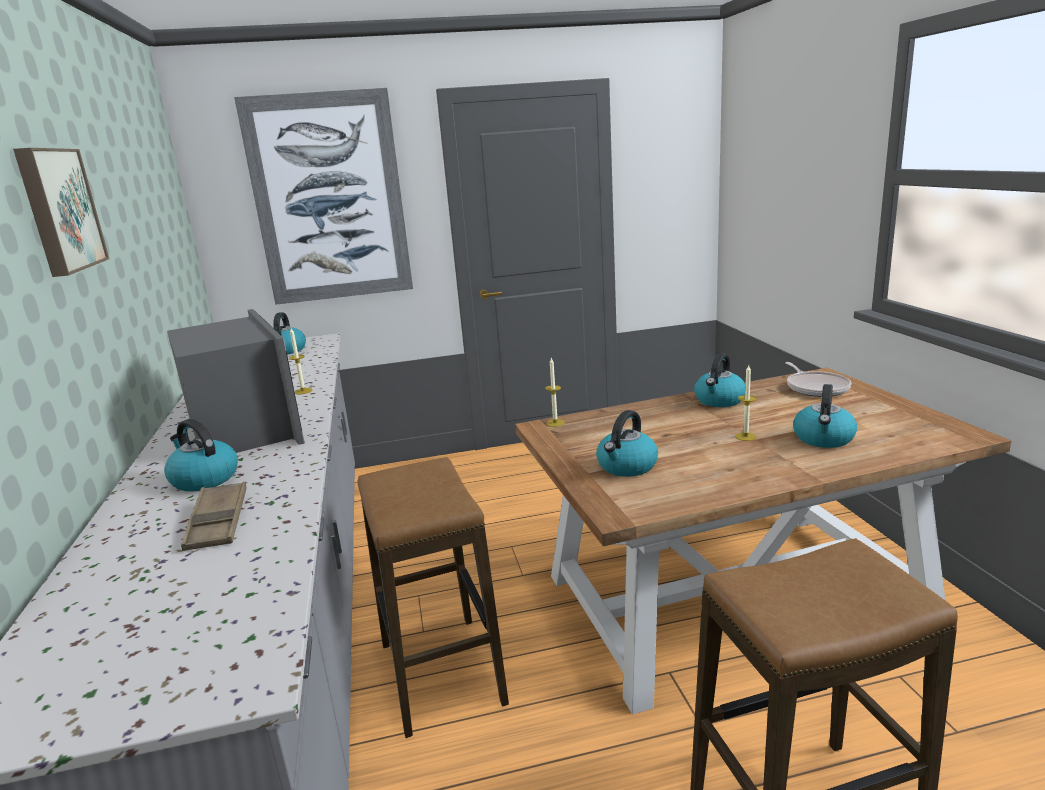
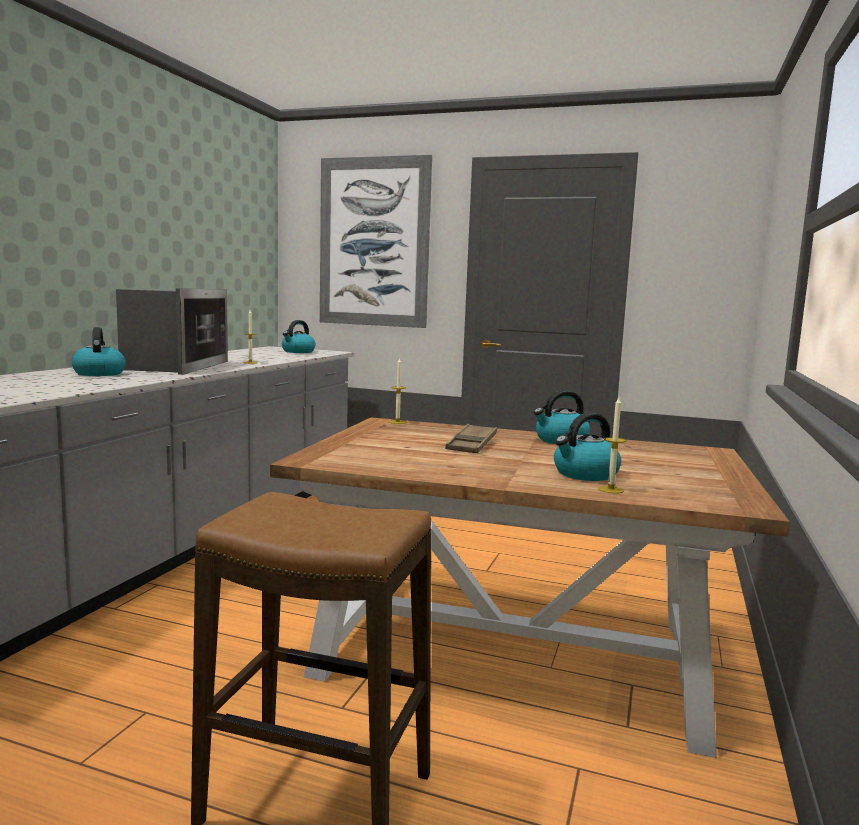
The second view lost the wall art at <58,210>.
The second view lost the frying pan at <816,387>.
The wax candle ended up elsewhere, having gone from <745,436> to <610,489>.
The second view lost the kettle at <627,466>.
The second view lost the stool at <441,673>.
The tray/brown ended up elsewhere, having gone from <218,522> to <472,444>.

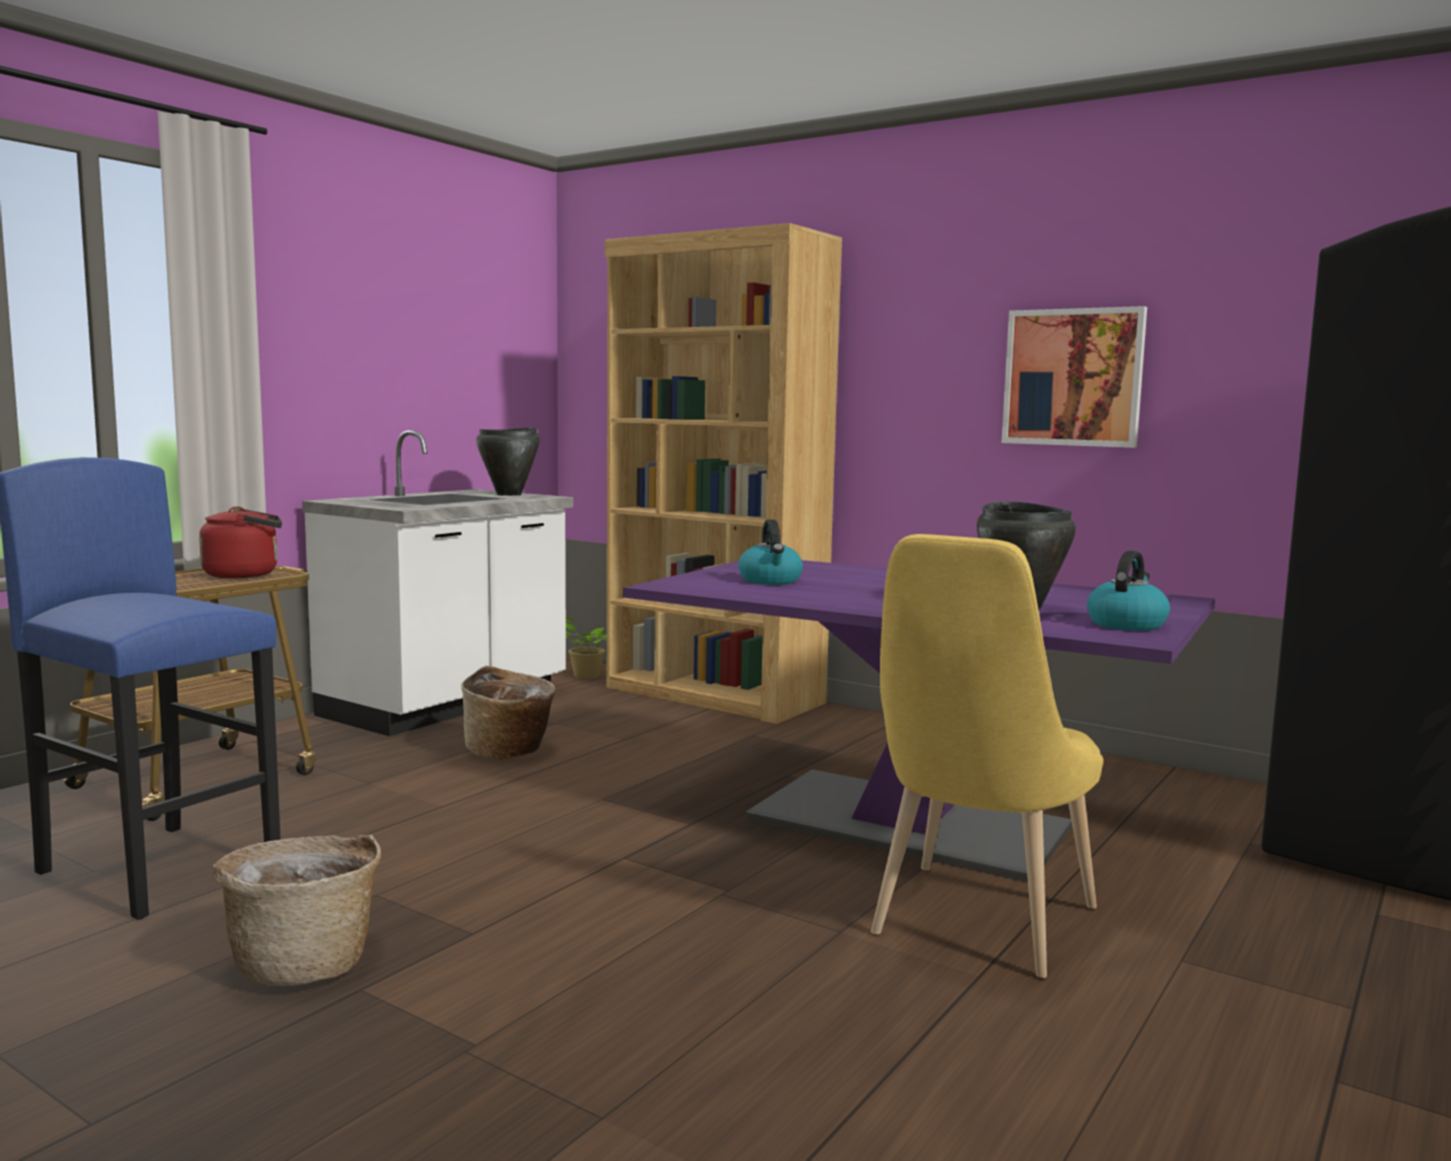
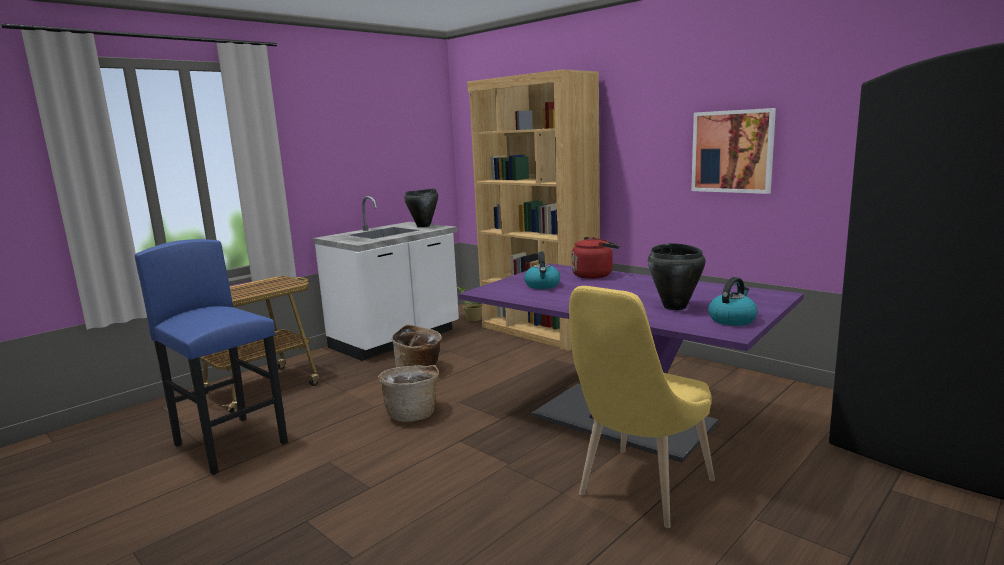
The kettle/red-coloured ended up elsewhere, having gone from <246,575> to <594,275>.
The household basket ended up elsewhere, having gone from <304,963> to <412,414>.

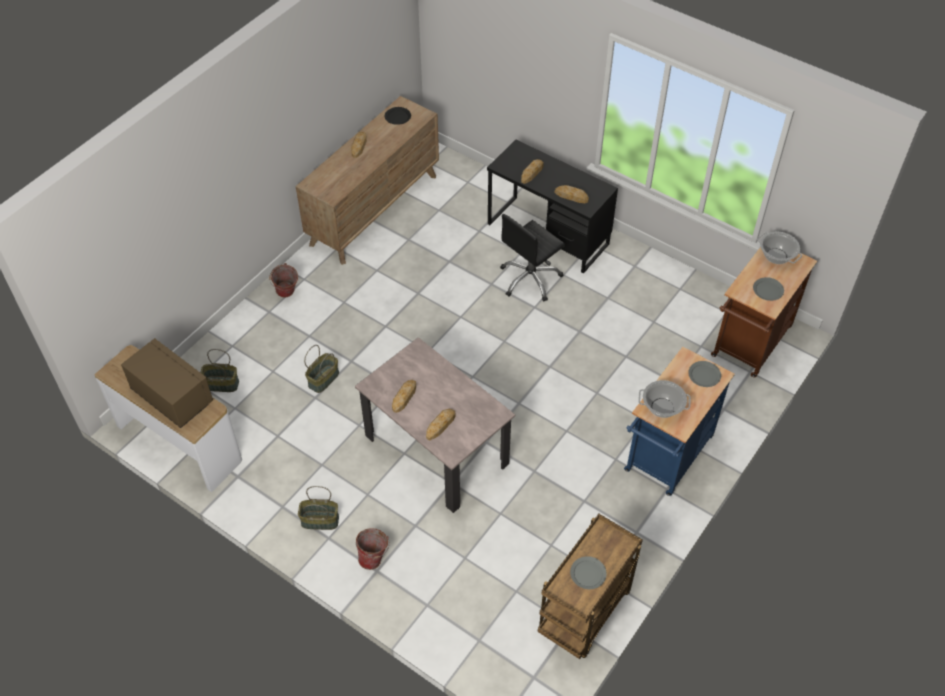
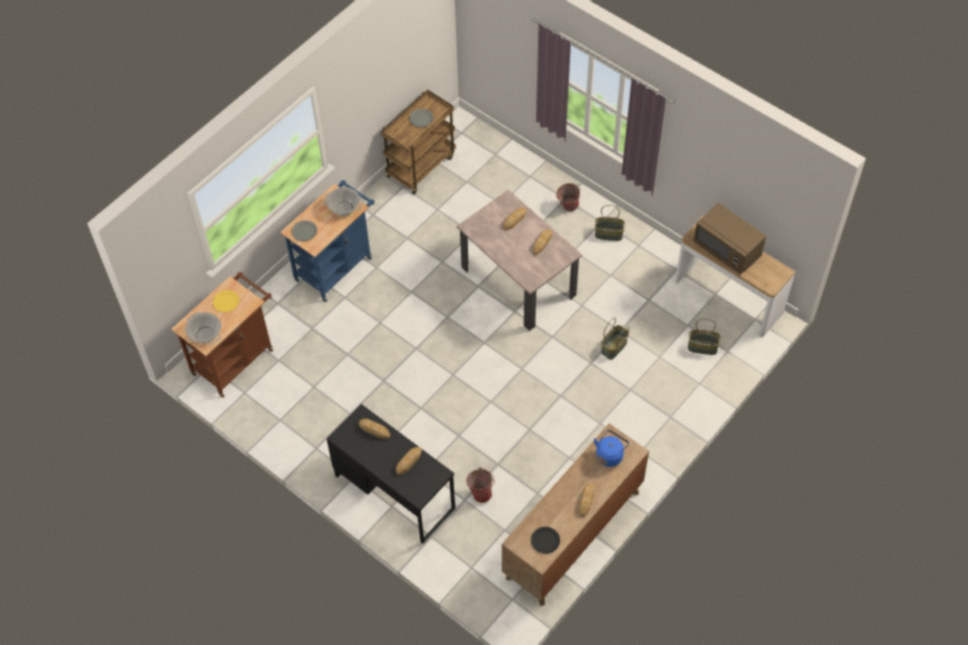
The second view lost the desk chair/blackish at <530,279>.
The water bucket ended up elsewhere, having gone from <286,294> to <481,492>.
What was the dinner plate/greyish at <768,290> turned into the dinner plate/yellowish at <226,302>.
The second view gained the kettle/blue-coloured at <610,455>.

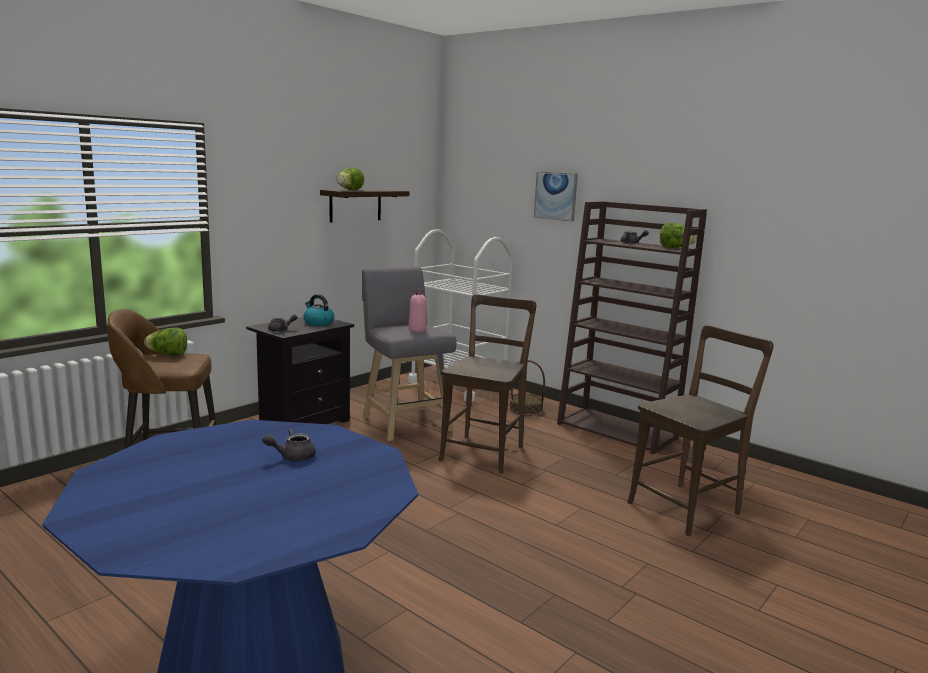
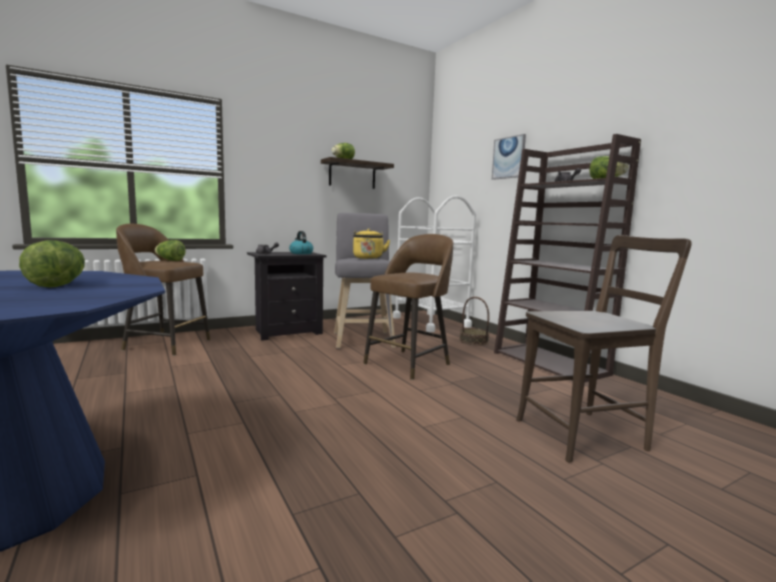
Where the bottle/pinkish stood at <417,330>, the kettle/yellowish came to stand at <368,258>.
Where the plain chair/brown stood at <484,451>, the stool/brown came to stand at <409,363>.
Where the tea pot/greyish stood at <292,456>, the lettuce came to stand at <59,284>.

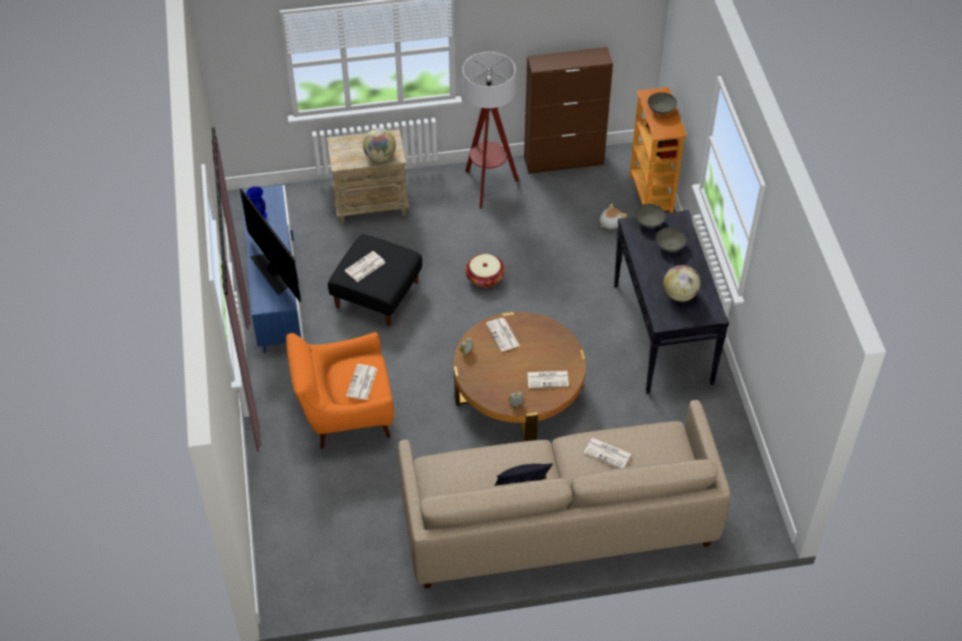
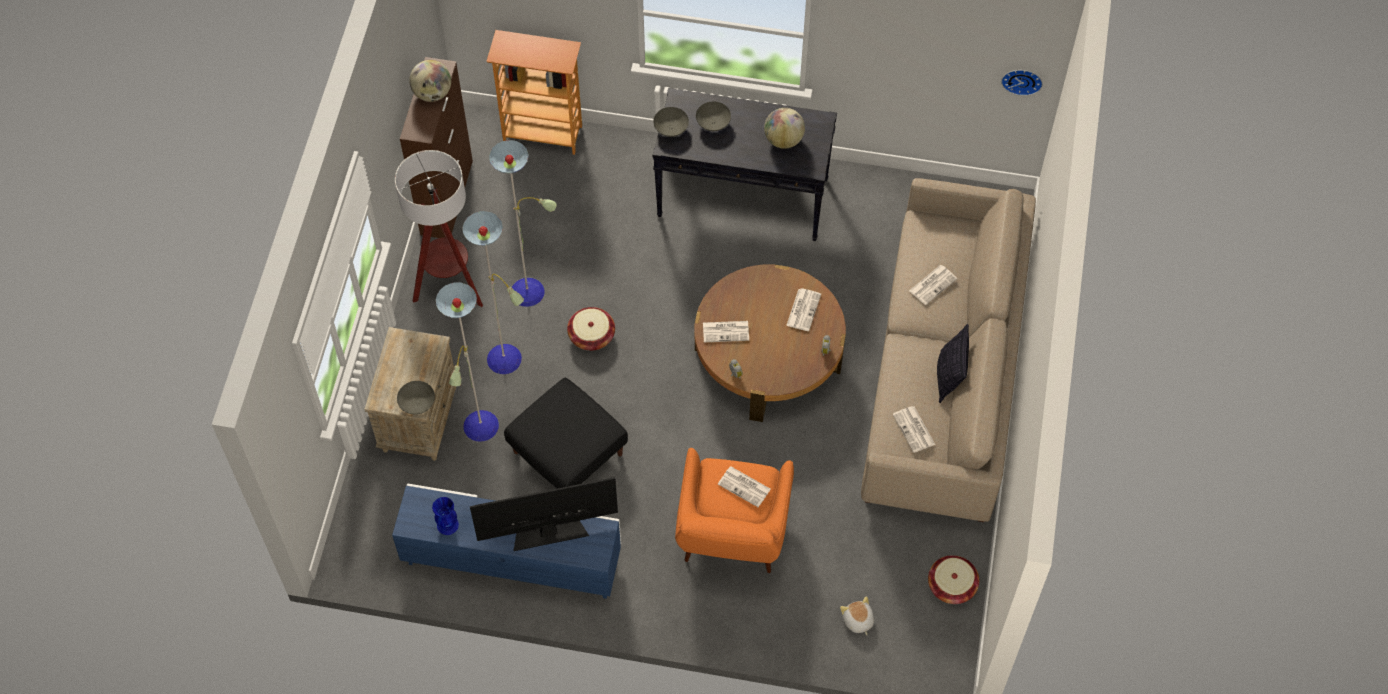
The deep dish/greyish ended up elsewhere, having gone from <660,110> to <417,404>.
The desk globe ended up elsewhere, having gone from <380,156> to <432,93>.
The cuddly toy ended up elsewhere, having gone from <610,223> to <857,620>.
The printed paper ended up elsewhere, having gone from <365,267> to <914,430>.
The second view gained the hanging clock at <1022,80>.
The second view gained the floor lamp at <506,359>.
The second view gained the household basket at <951,585>.

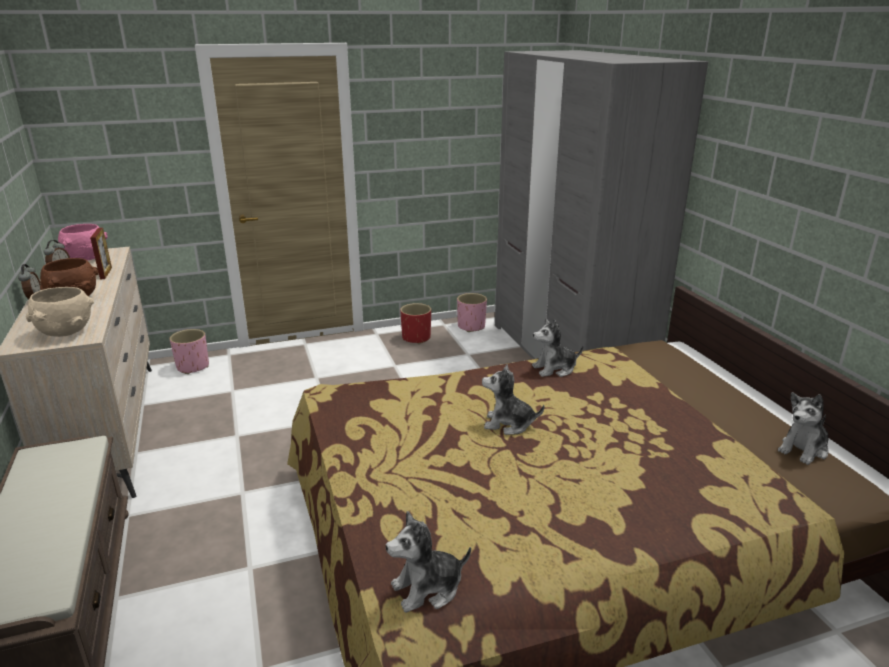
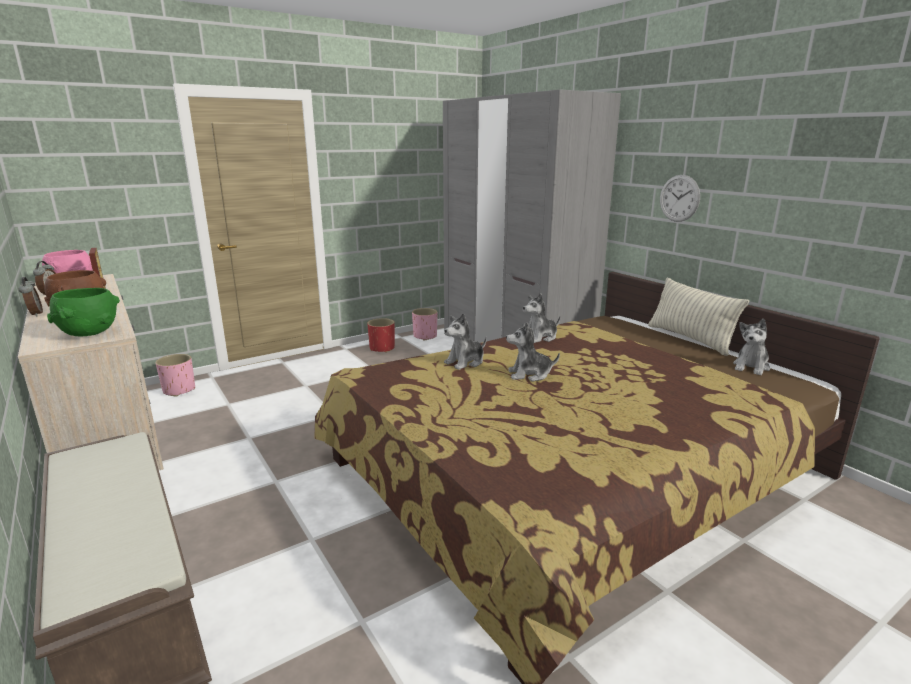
What was the deep dish/beige-coloured at <65,332> turned into the deep dish/green-coloured at <89,333>.
The cuddly toy ended up elsewhere, having gone from <427,588> to <465,362>.
The second view gained the hanging clock at <679,198>.
The second view gained the throw pillow at <690,339>.

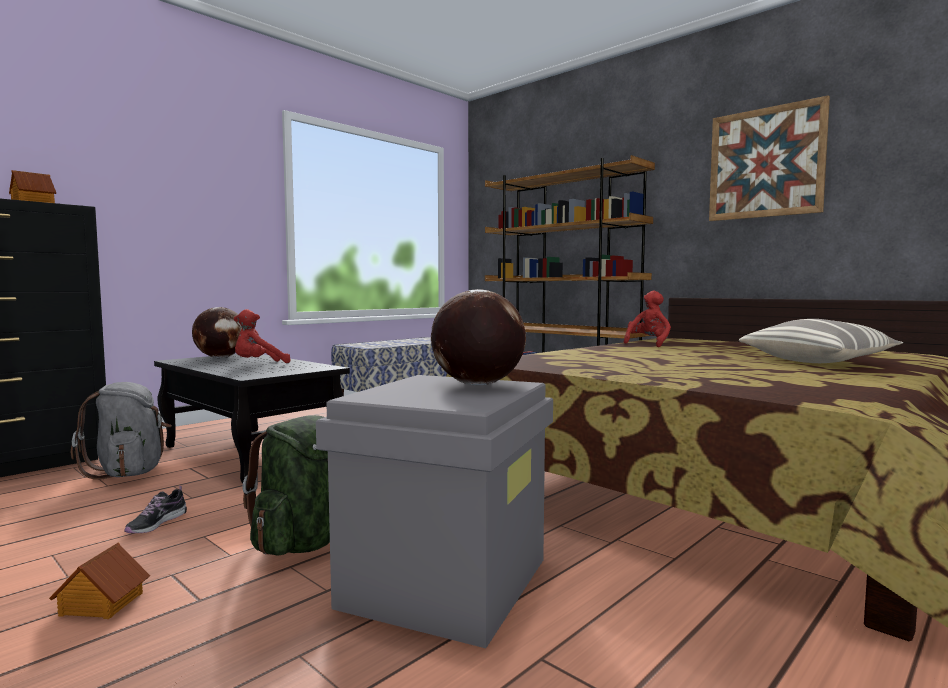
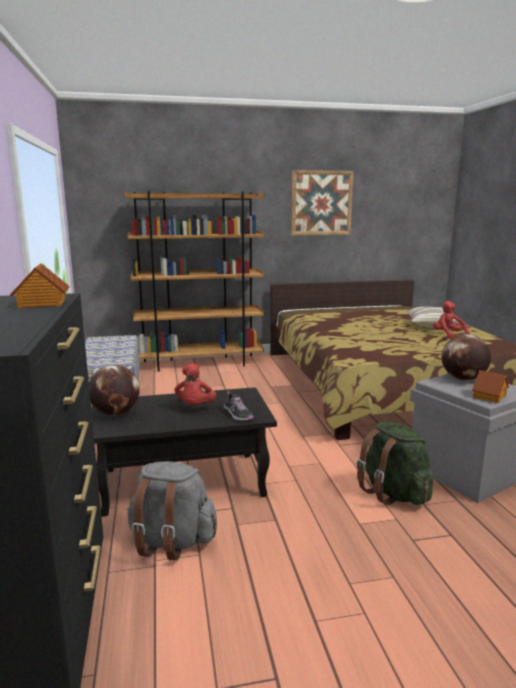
The cuddly toy/red-coloured ended up elsewhere, having gone from <648,344> to <448,335>.
The low shoe ended up elsewhere, having gone from <156,524> to <237,415>.
The toy house ended up elsewhere, having gone from <101,604> to <490,396>.

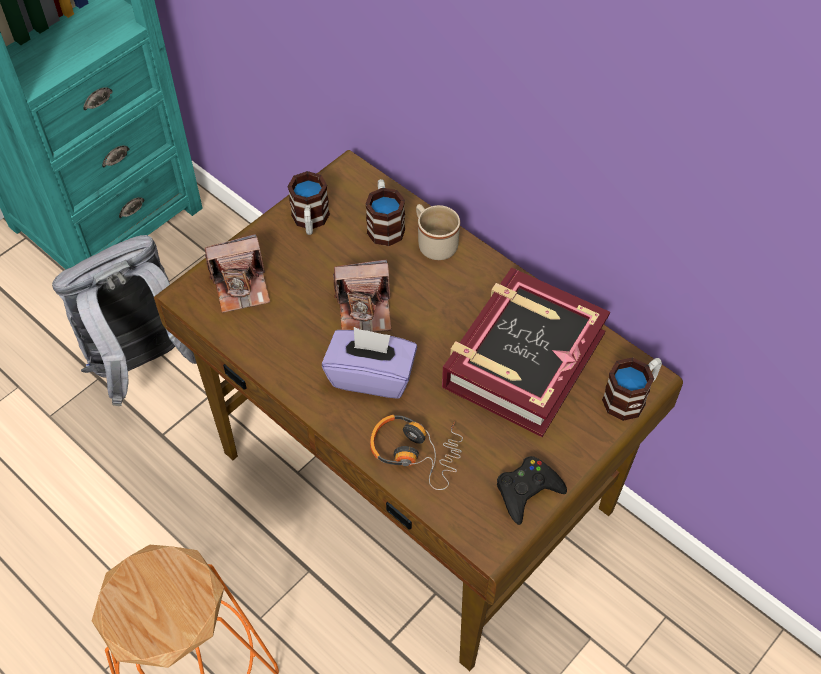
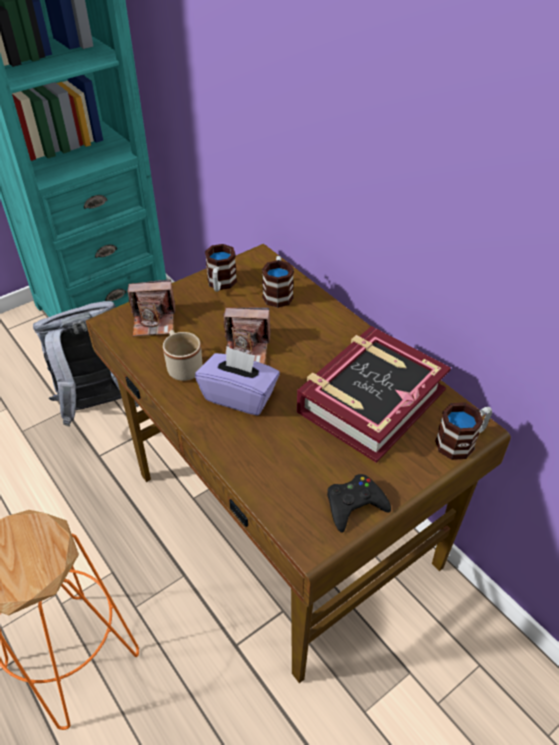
The coffee mug/beige-coloured ended up elsewhere, having gone from <434,243> to <183,366>.
The second view lost the headphones at <416,452>.

